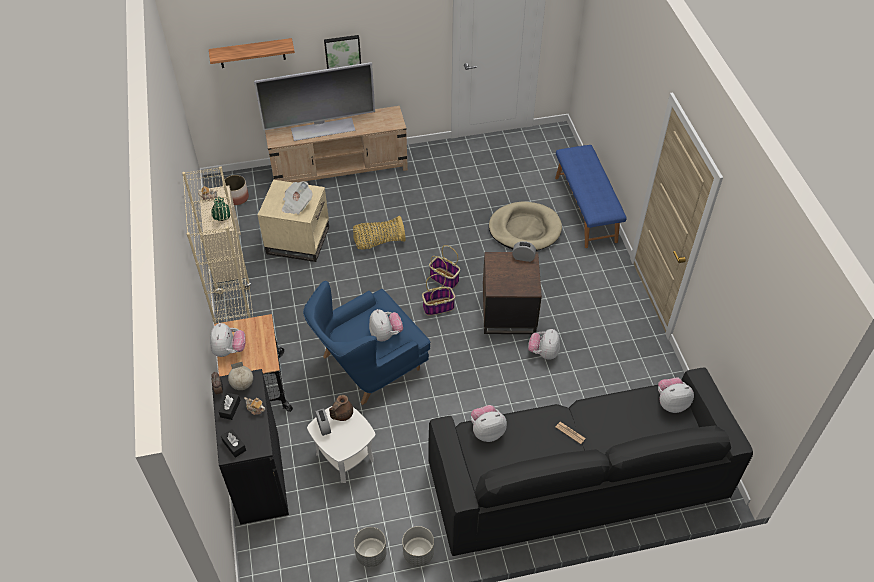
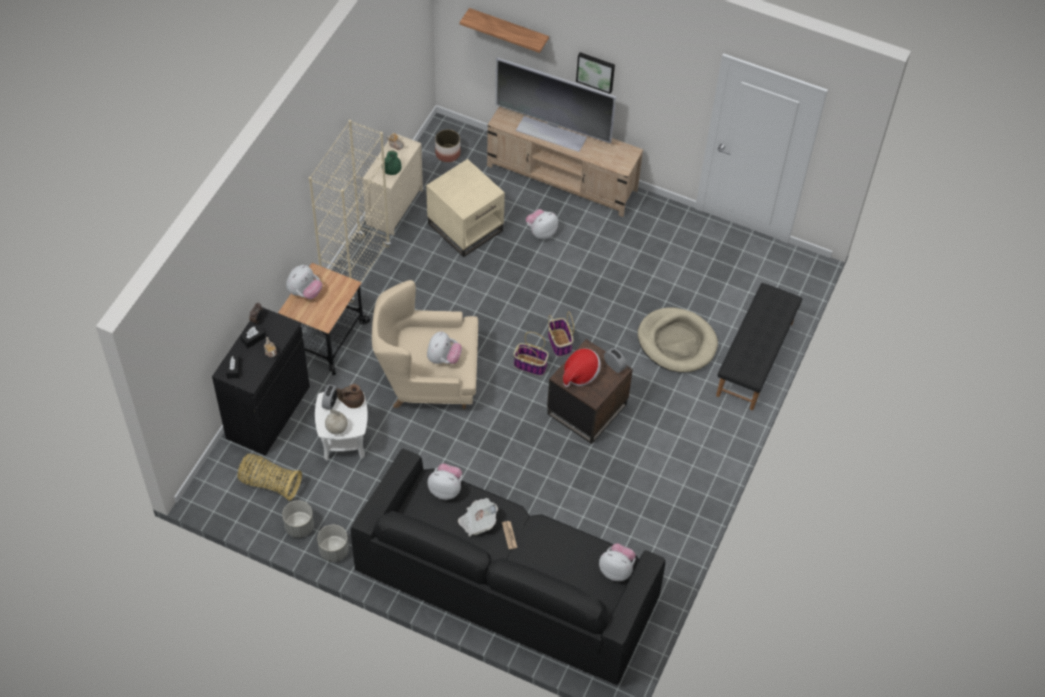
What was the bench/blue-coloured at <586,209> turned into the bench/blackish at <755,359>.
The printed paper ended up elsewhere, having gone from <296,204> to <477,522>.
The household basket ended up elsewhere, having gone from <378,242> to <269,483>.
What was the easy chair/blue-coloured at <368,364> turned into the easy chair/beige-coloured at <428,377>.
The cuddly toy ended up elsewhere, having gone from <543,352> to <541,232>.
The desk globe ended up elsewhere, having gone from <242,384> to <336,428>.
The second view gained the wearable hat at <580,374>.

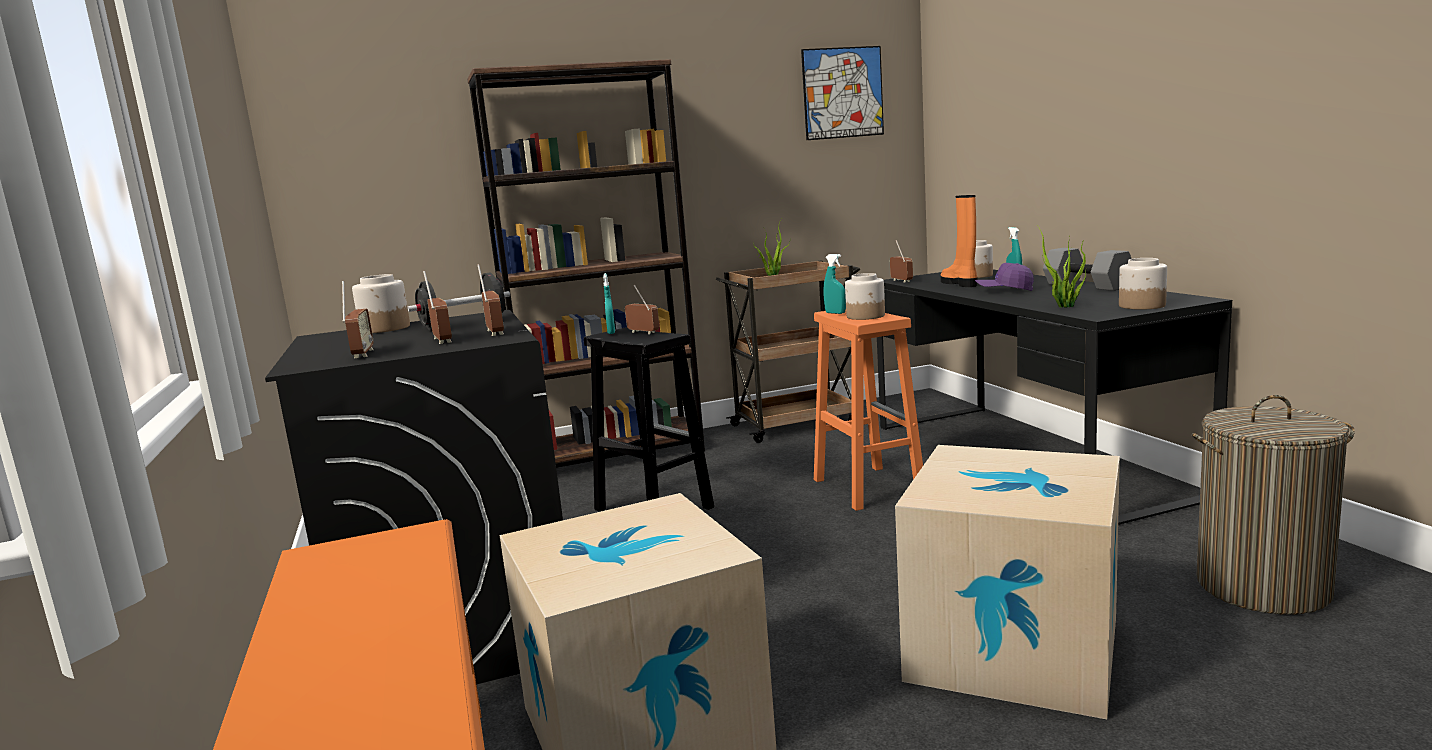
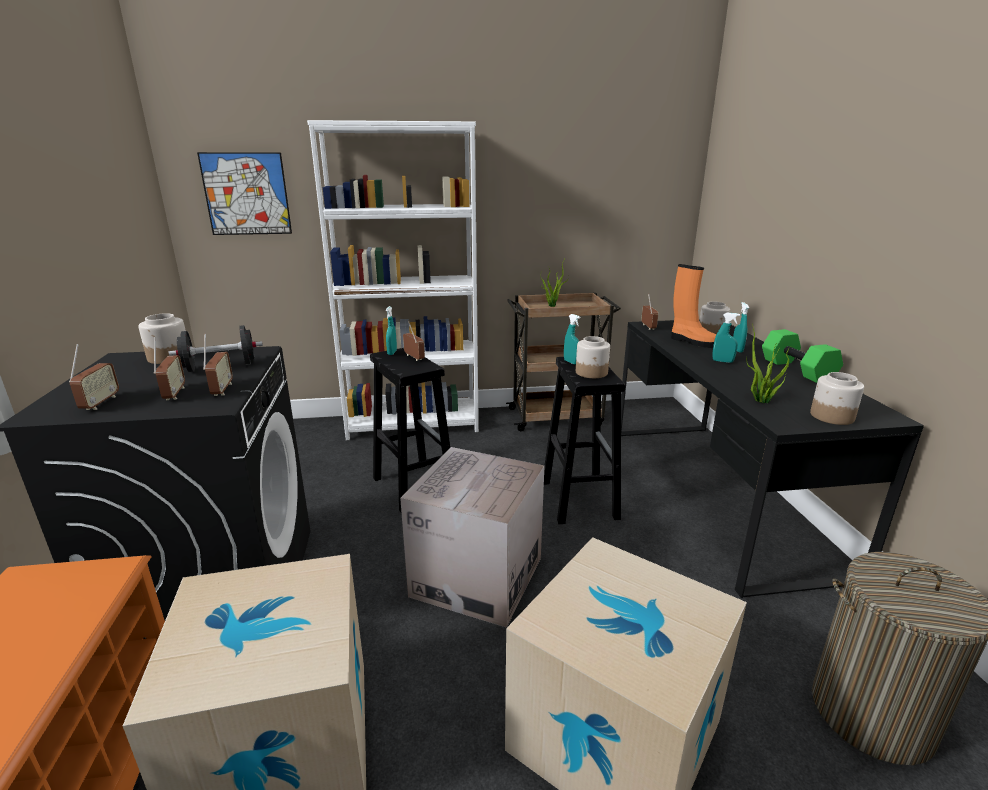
The wall art ended up elsewhere, having gone from <843,93> to <246,194>.
What was the bookcase/brown at <613,456> turned into the bookcase/whitish at <413,424>.
The high-top boot/orangey at <960,284> ended up facing another way, 135 degrees clockwise from before.
What was the hand weight/greyish at <1088,286> turned into the hand weight/green-coloured at <798,370>.
Where the cap/purple-coloured stood at <1004,290>, the spray bottle/turquoise-coloured came to stand at <722,361>.
What was the stool/orangey at <866,487> turned into the stool/blackish at <578,498>.
The second view gained the packing box at <477,576>.

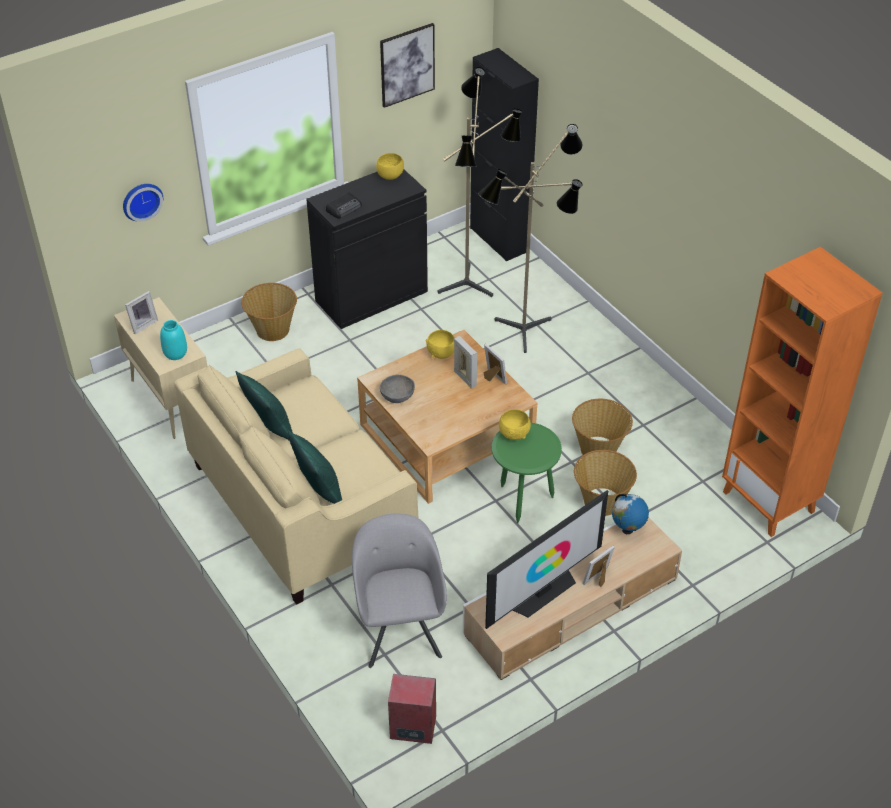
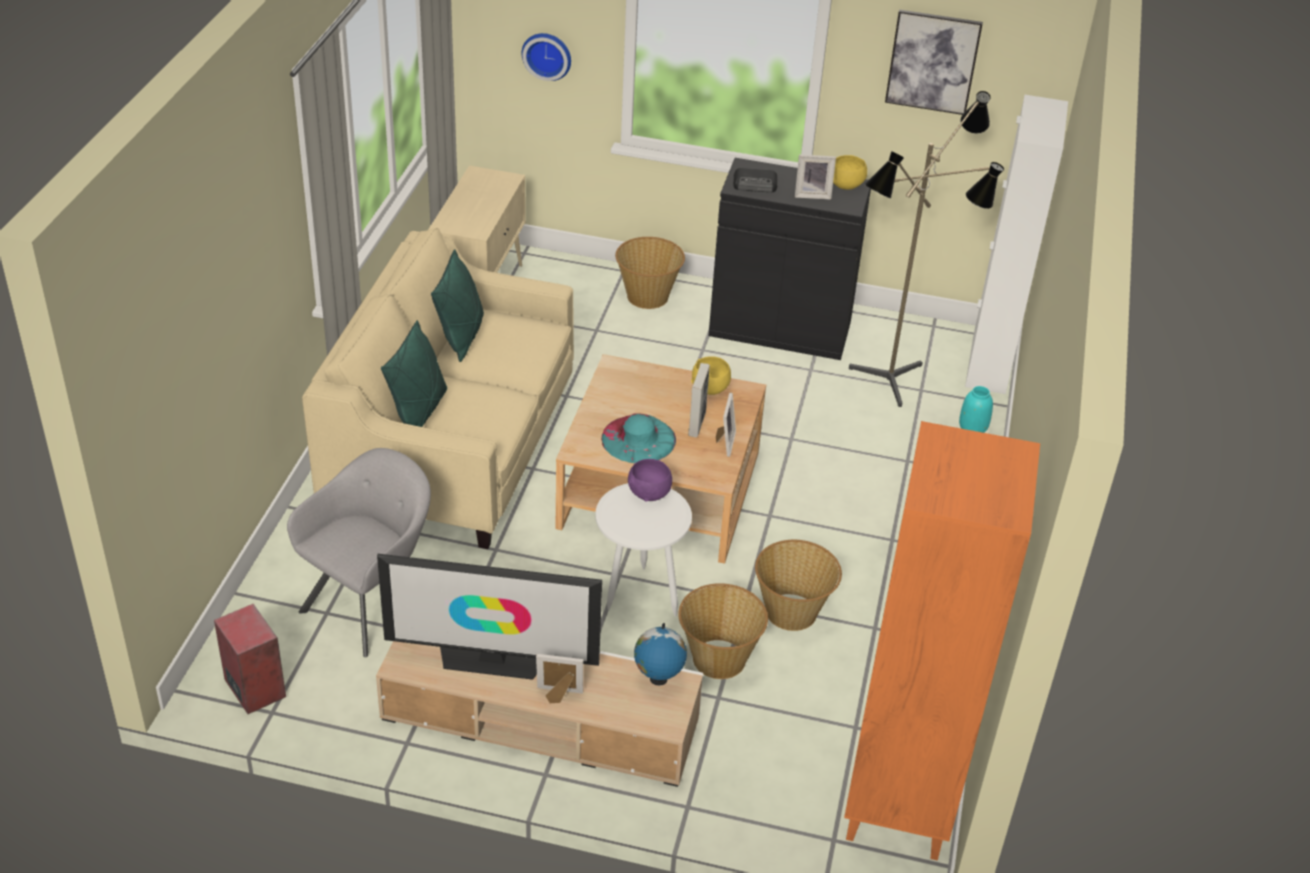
What was the cabinet/blackish at <499,239> turned into the cabinet/whitish at <989,364>.
The second view lost the floor lamp at <528,334>.
The photo frame ended up elsewhere, having gone from <142,324> to <812,194>.
The vase/turquoise-coloured ended up elsewhere, having gone from <175,353> to <972,428>.
The second view lost the deep dish/greyish at <397,396>.
What was the deep dish/yellowish at <514,433> turned into the deep dish/purple-coloured at <650,493>.
What was the end table/green-coloured at <523,504> turned into the end table/whitish at <638,598>.
The second view gained the wearable hat/turquoise-coloured at <638,439>.

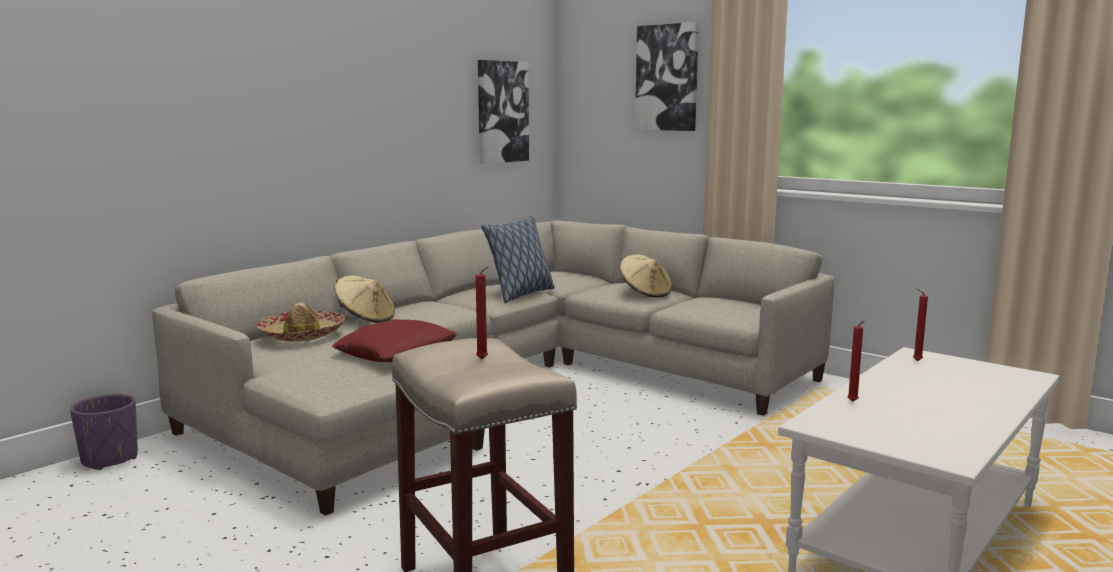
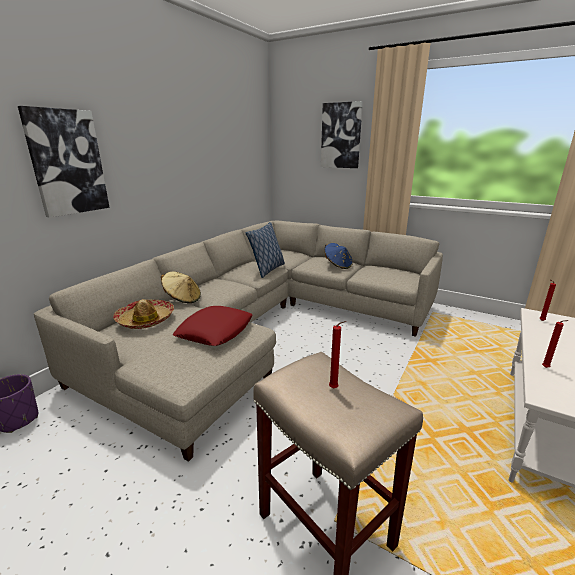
The wall art ended up elsewhere, having gone from <502,112> to <67,162>.
What was the wearable hat/beige-coloured at <645,293> turned into the wearable hat/blue-coloured at <338,265>.

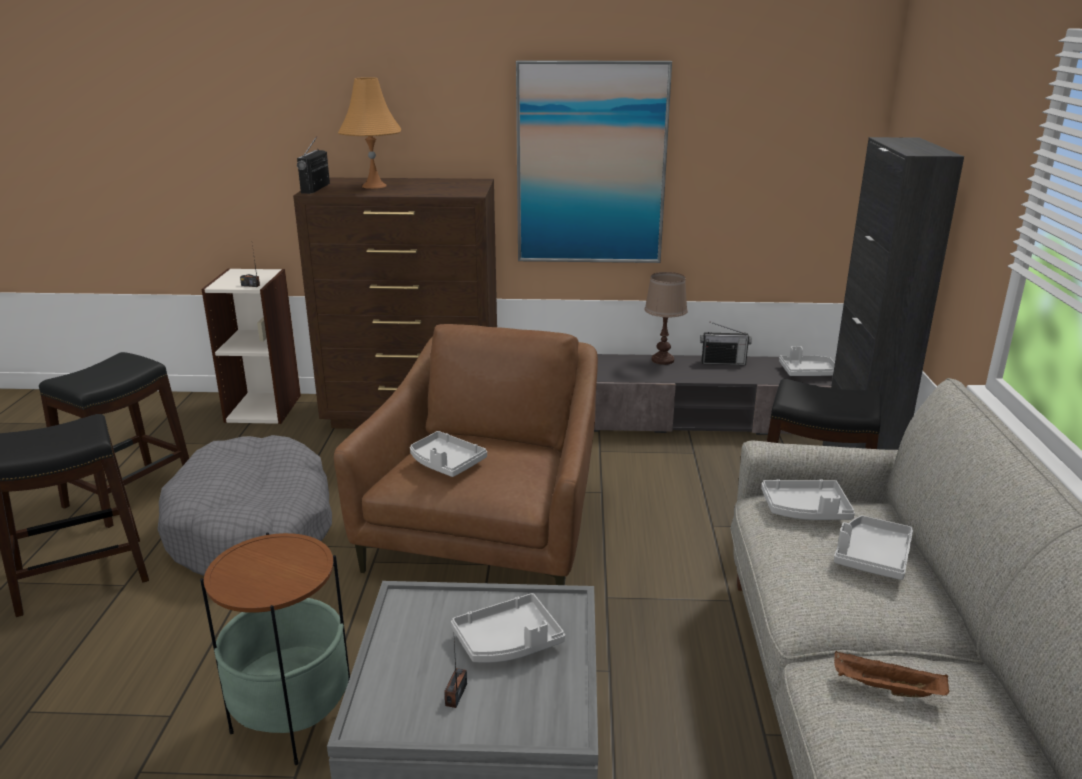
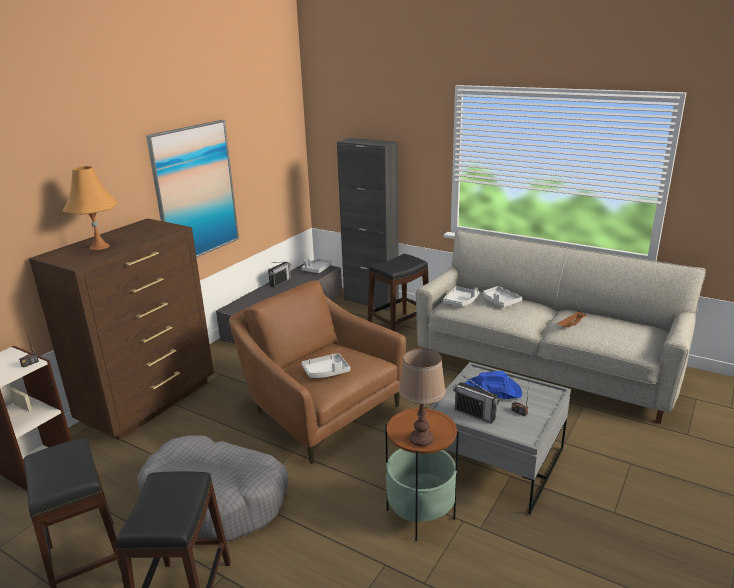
The radio ended up elsewhere, having gone from <315,188> to <475,414>.
The table lamp/brown ended up elsewhere, having gone from <662,360> to <421,438>.
Where the tray/greyish stood at <508,642>, the wearable hat/blue-coloured came to stand at <492,392>.

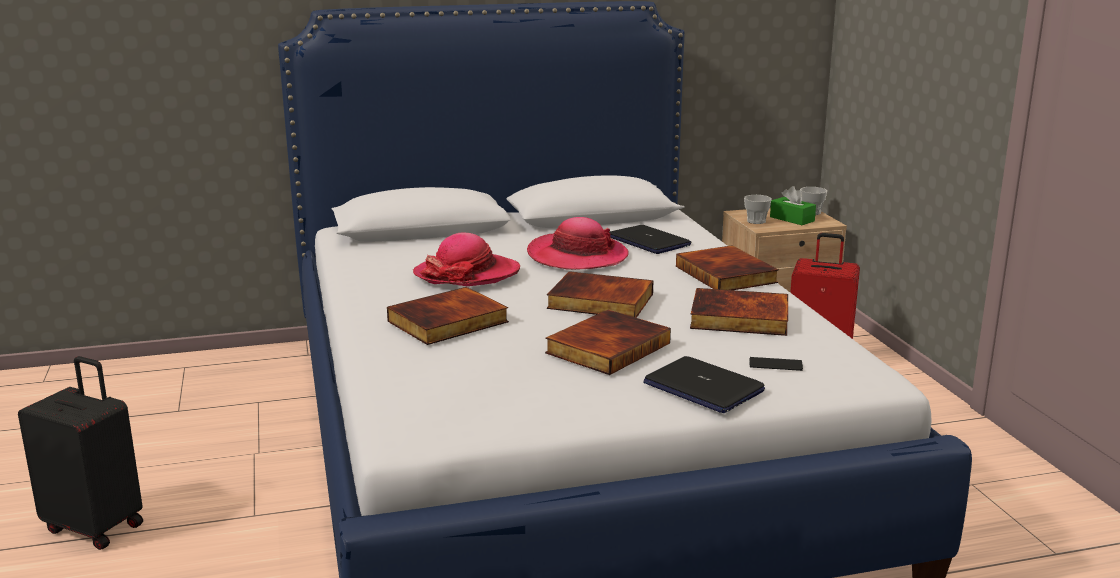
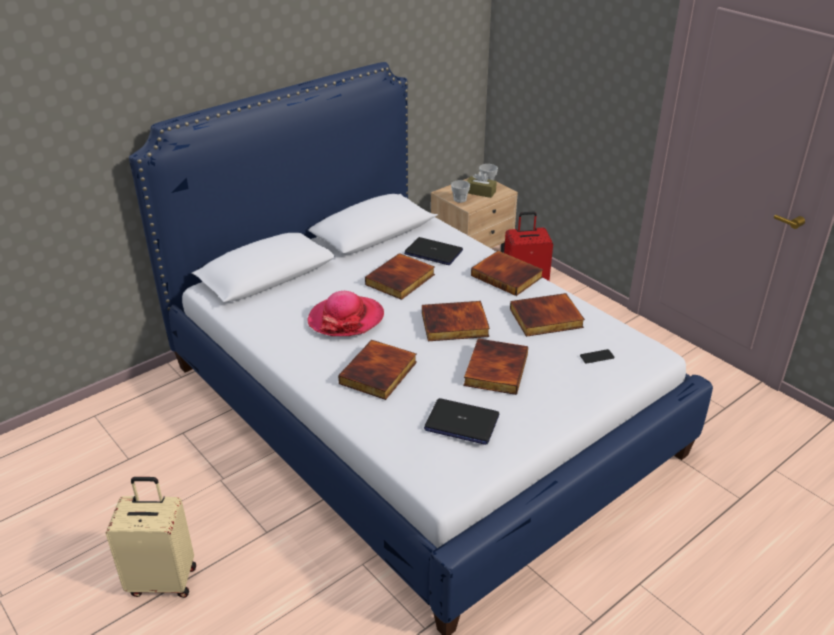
What was the tissue holder/green-coloured at <792,219> turned into the tissue holder/brown at <480,192>.
Where the wearable hat stood at <577,256>, the bound book came to stand at <401,280>.
What was the suitcase/blackish at <96,526> turned into the suitcase/beige-coloured at <163,579>.
The laptop ended up elsewhere, having gone from <702,387> to <461,423>.

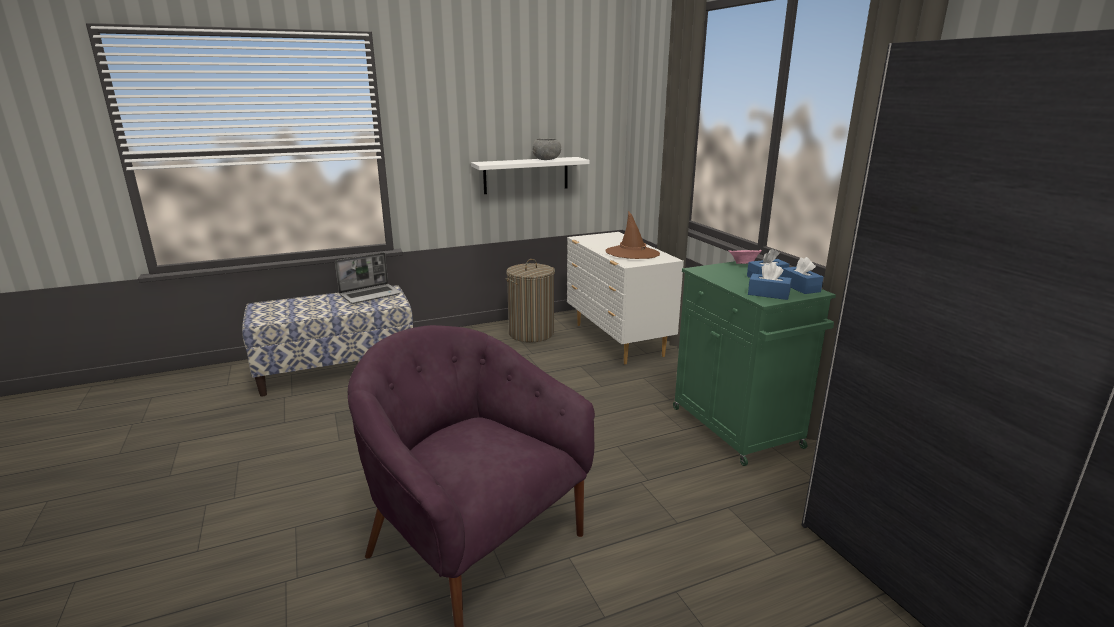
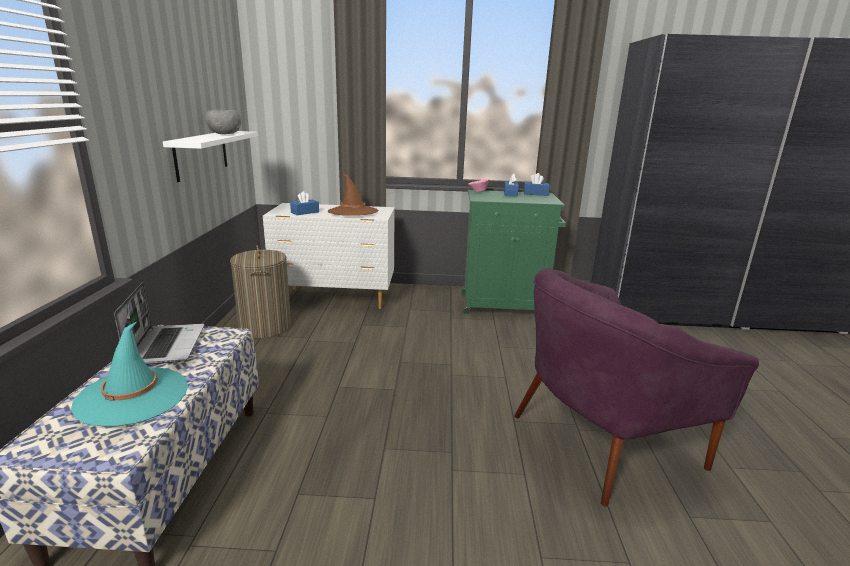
The tissue holder/blue-coloured ended up elsewhere, having gone from <768,294> to <305,212>.
The second view gained the wearable hat/turquoise-coloured at <133,396>.

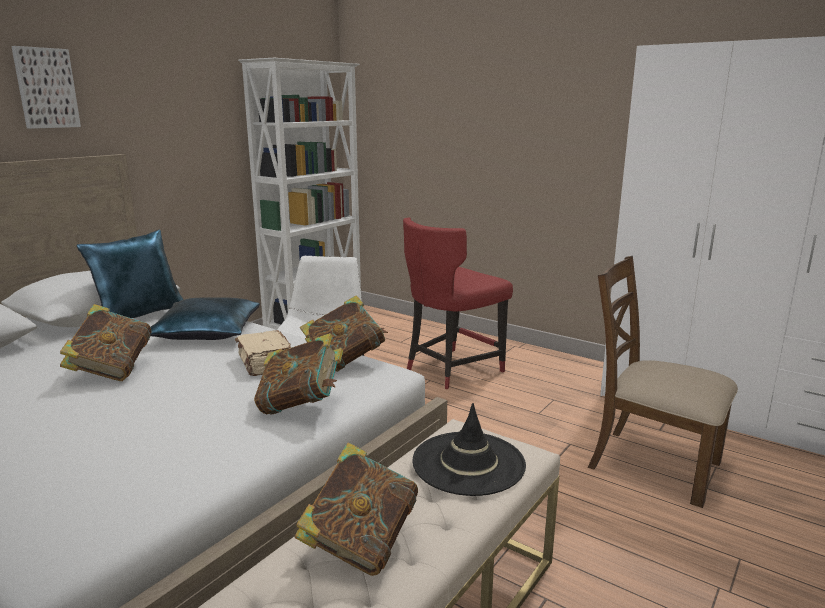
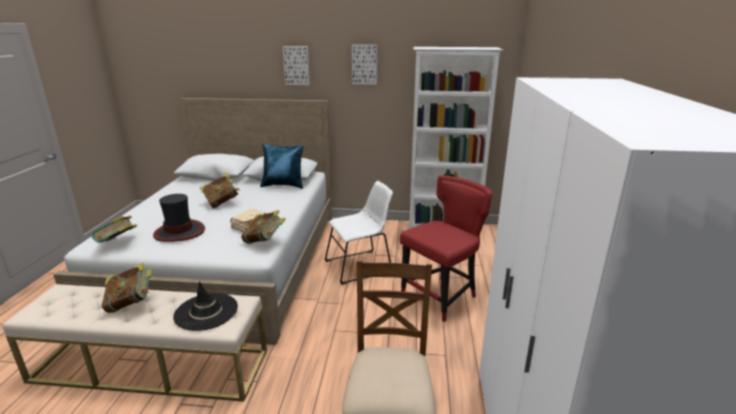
The plain chair/red-coloured at <451,369> ended up facing another way, 120 degrees clockwise from before.
The second view lost the throw pillow/blue-coloured at <206,332>.
The bound book ended up elsewhere, having gone from <301,405> to <118,243>.
The second view gained the wall art at <364,64>.
The second view gained the wearable hat at <180,232>.

